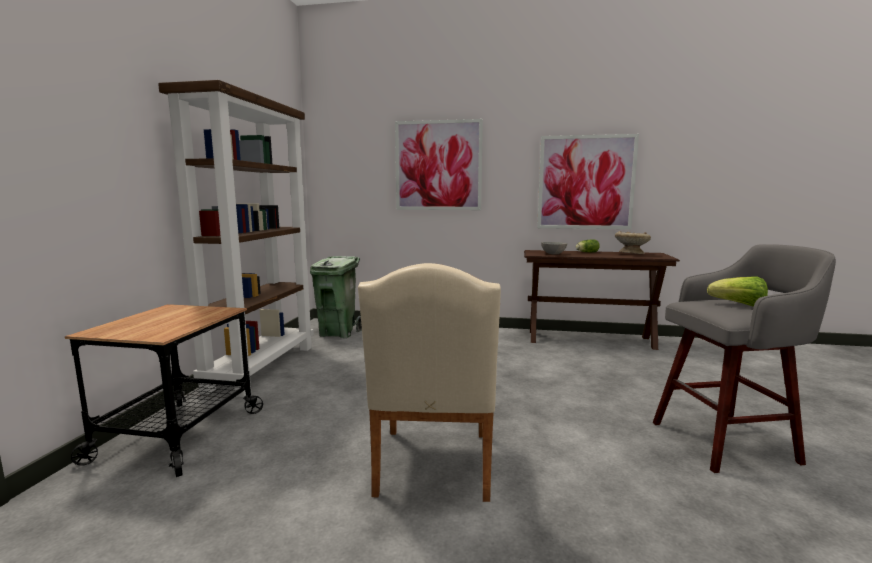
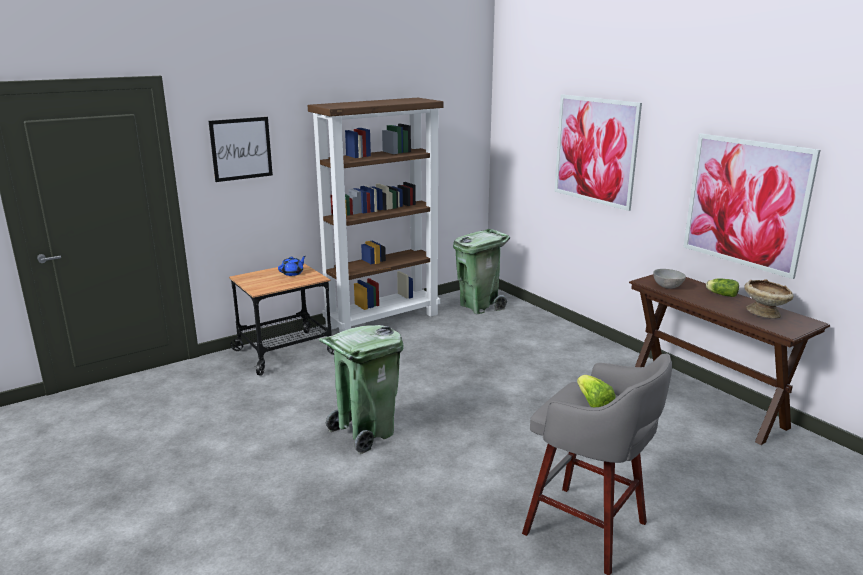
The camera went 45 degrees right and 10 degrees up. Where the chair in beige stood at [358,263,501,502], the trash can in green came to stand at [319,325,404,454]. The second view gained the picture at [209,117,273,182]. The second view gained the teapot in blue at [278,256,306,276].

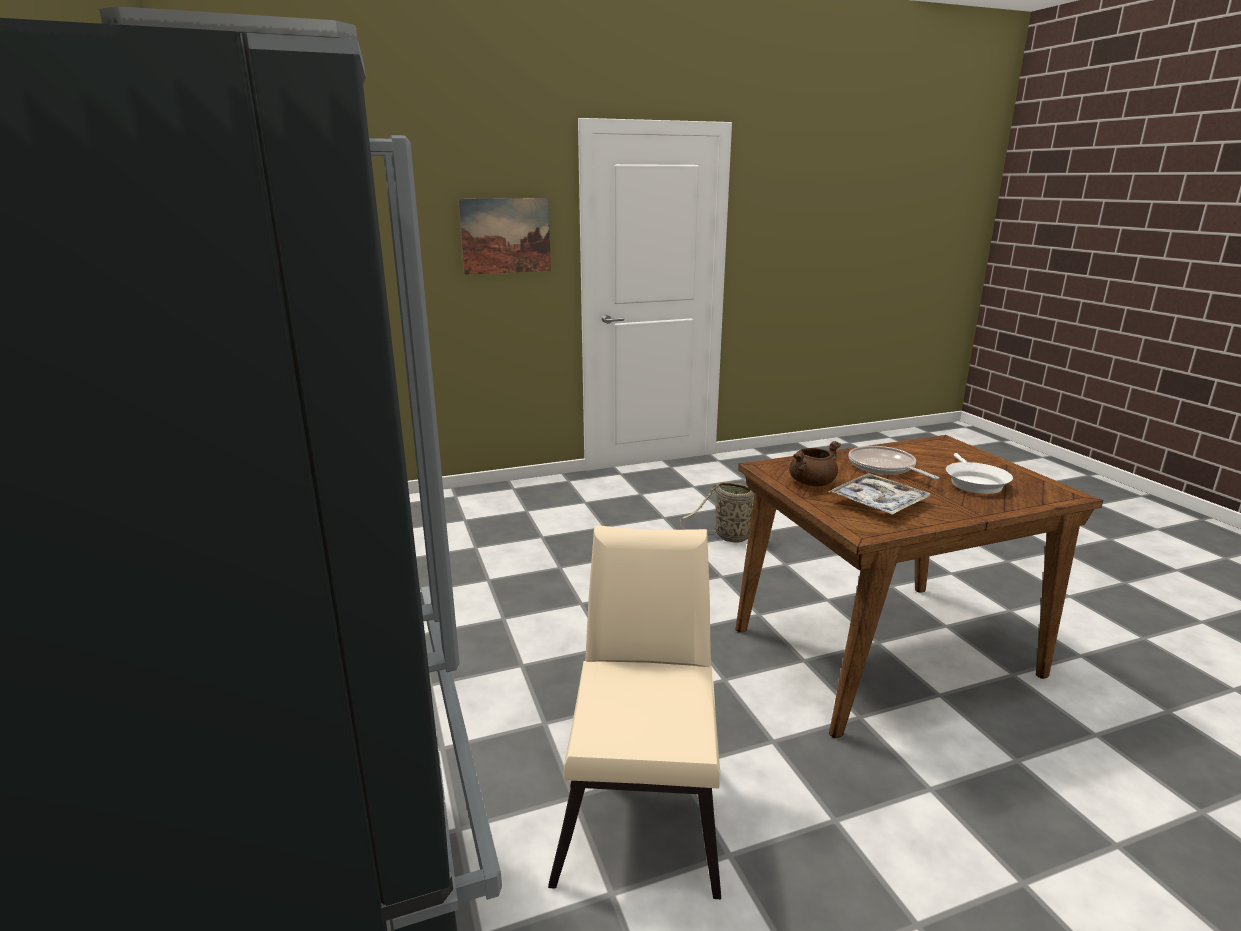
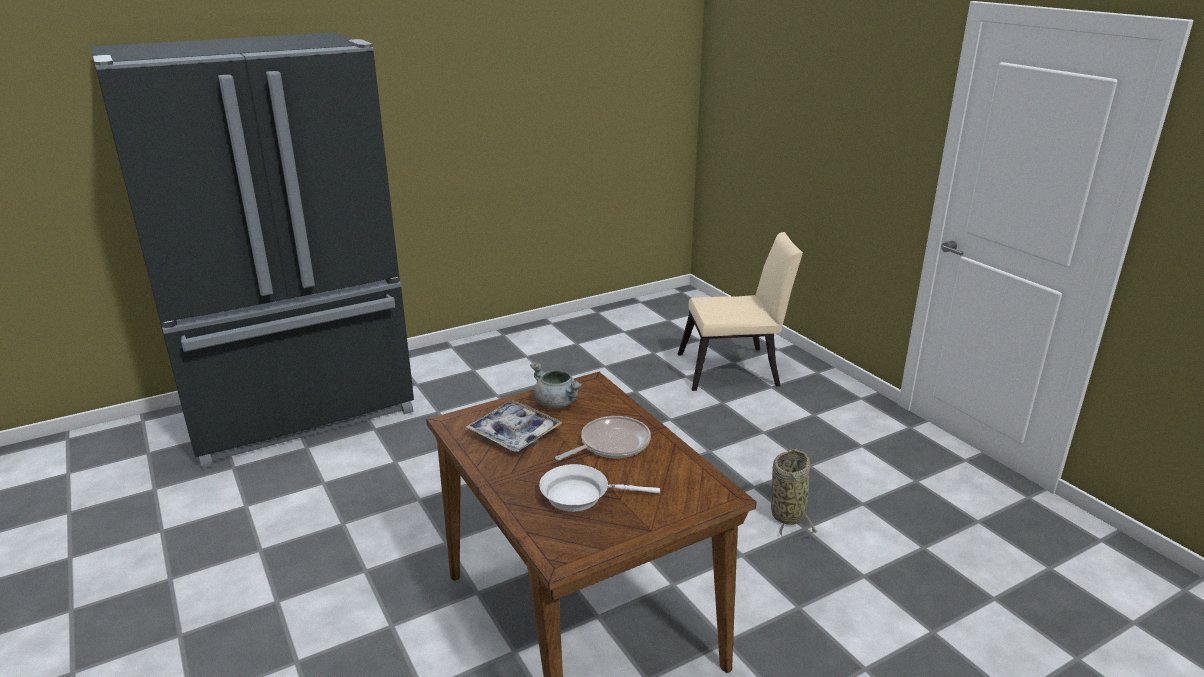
The camera went 80 degrees right and 5 degrees up. The second view lost the picture at [459,198,551,275]. The chair in beige ended up elsewhere, having gone from [548,525,721,899] to [678,232,803,391]. What was the cooking pot in brown at [789,441,841,486] turned into the cooking pot in grey at [530,362,582,409].

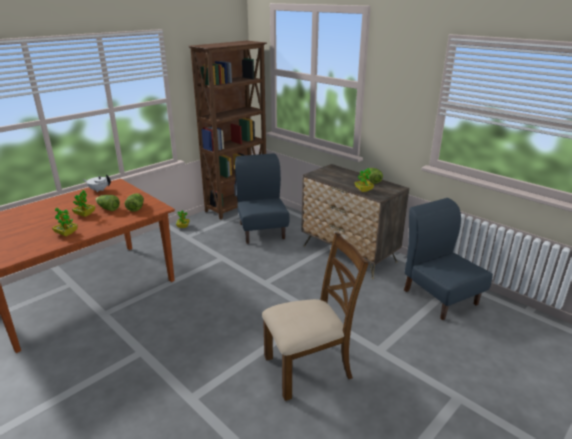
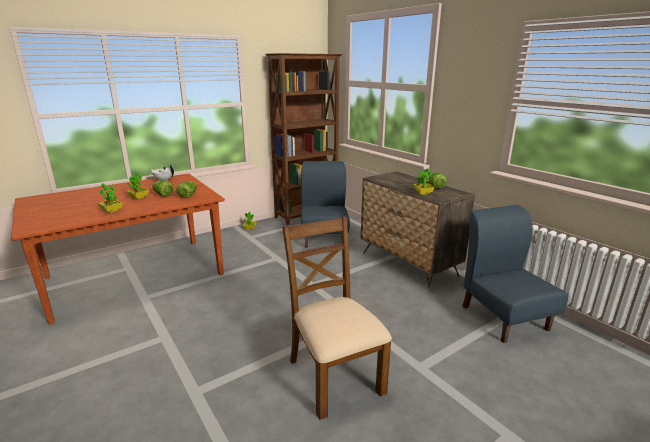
The camera went 10 degrees right and 5 degrees down. The chair in brown at [262,232,369,401] ended up facing another way, 105 degrees counterclockwise from before.

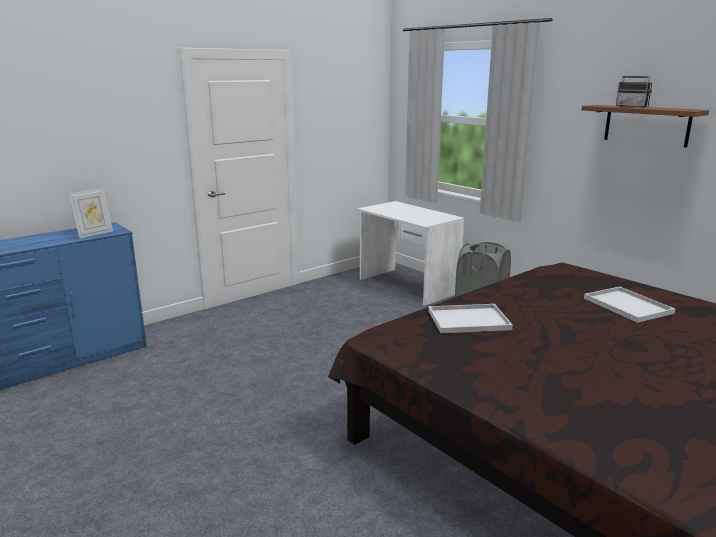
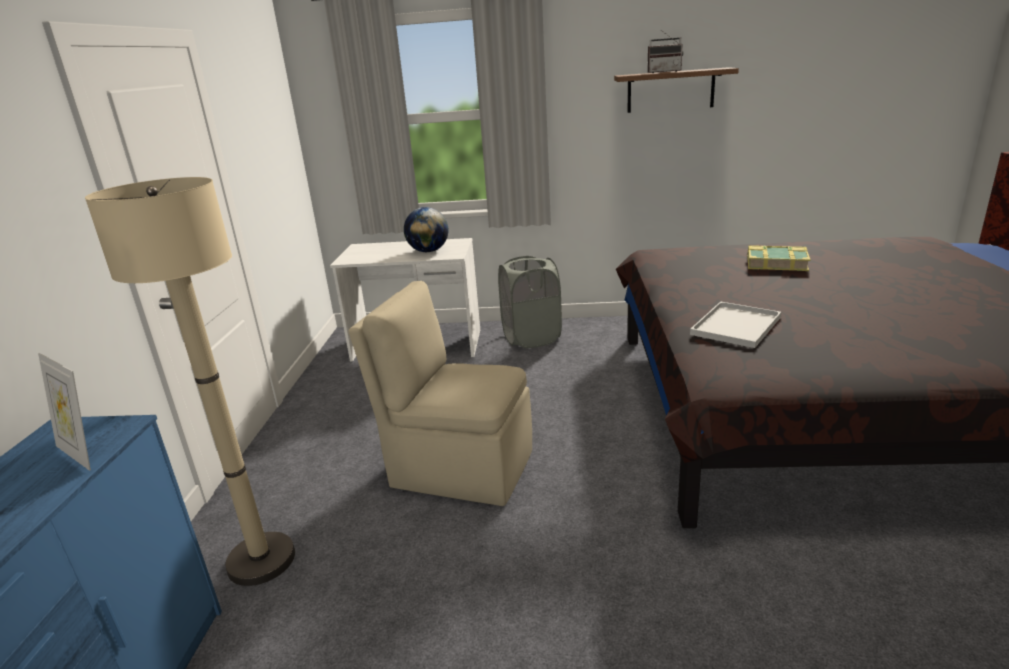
The camera went 45 degrees left and 5 degrees up. The picture frame at [69,188,113,239] ended up facing another way, 135 degrees clockwise from before. Where the tray in white stood at [584,287,675,323], the book came to stand at [747,245,811,271]. The second view gained the floor lamp in beige at [85,177,295,586]. The second view gained the chair in beige at [348,281,532,506]. The second view gained the globe at [404,207,448,252].

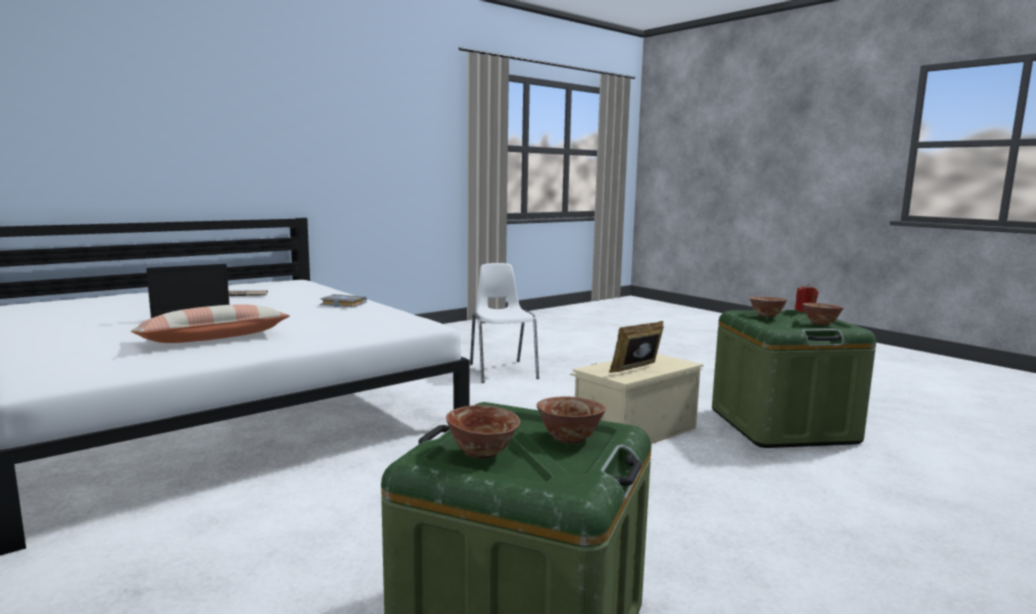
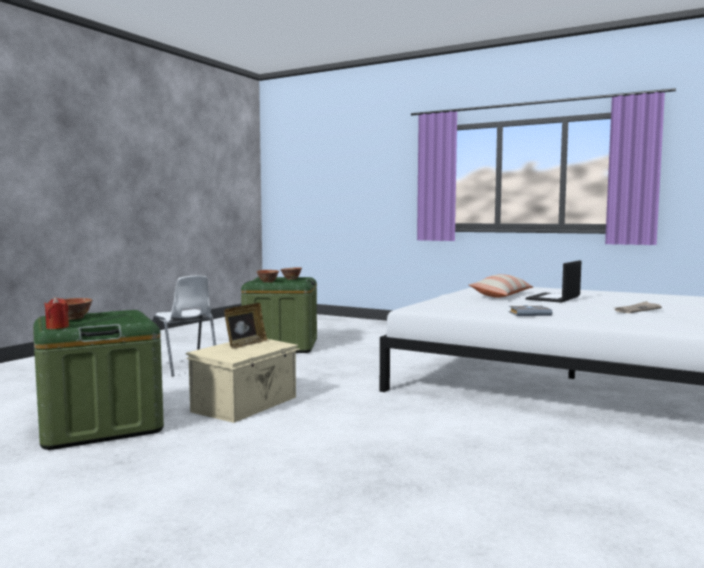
The camera went 160 degrees right and 5 degrees down. The chair in white ended up elsewhere, having gone from [470,263,539,383] to [153,276,216,377]. The second view lost the bowl at [749,296,787,317].

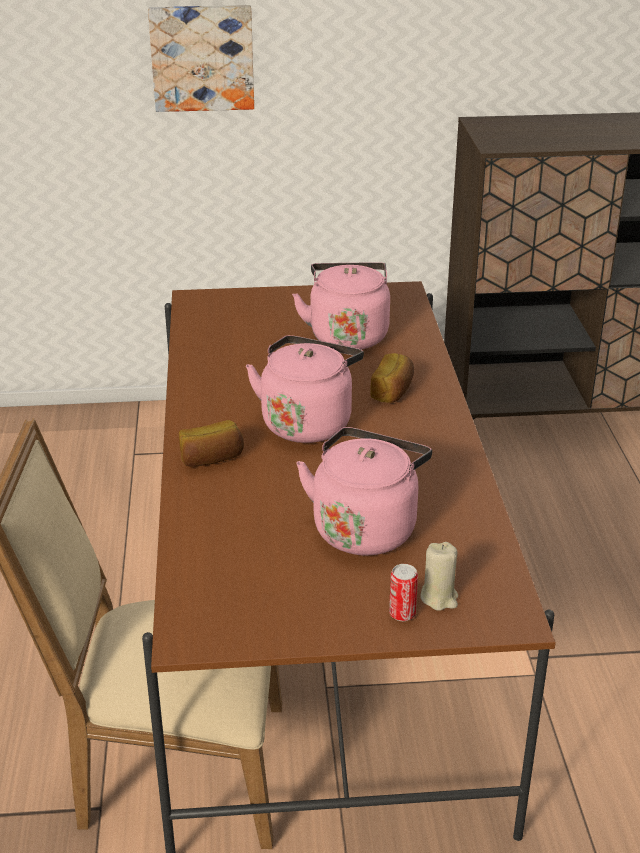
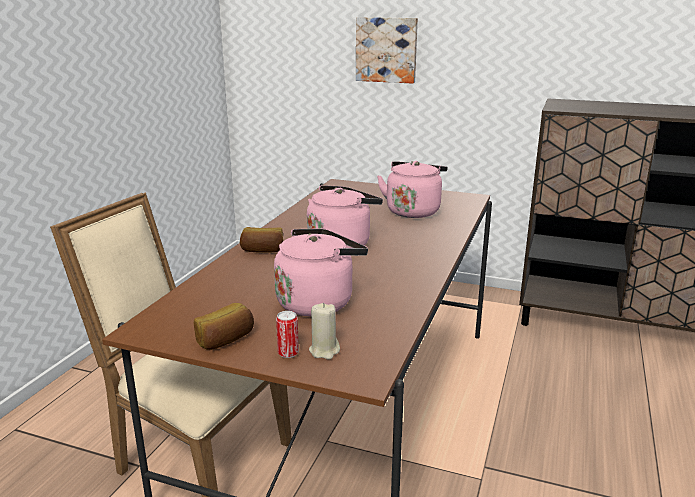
The camera went 25 degrees right and 10 degrees down. The bread ended up elsewhere, having gone from [370,353,414,403] to [194,303,254,350].

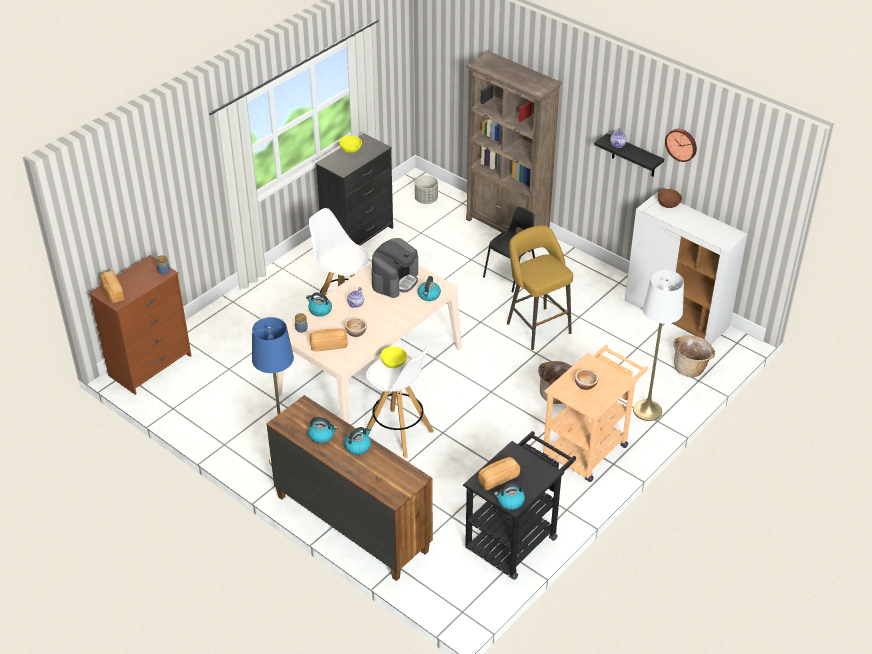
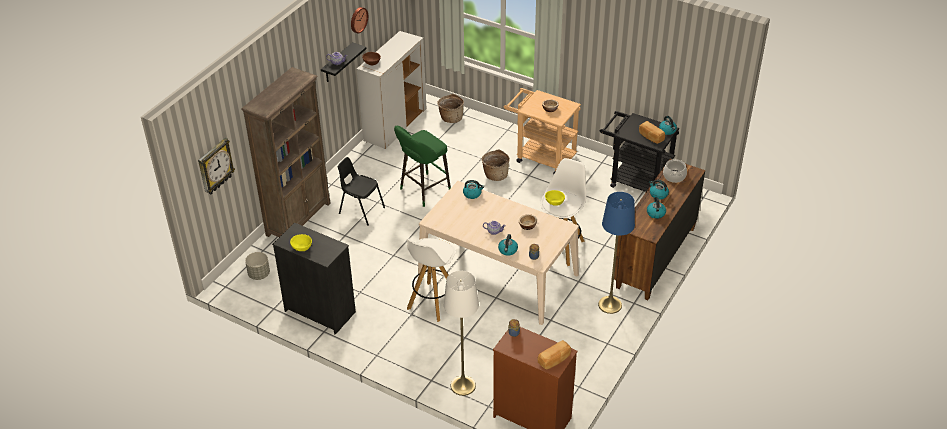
The camera went 100 degrees left and 0 degrees up. The second view lost the bread at [310,329,348,351]. The second view lost the coffee machine at [371,238,418,298]. What was the stool in yellow at [507,225,573,350] turned into the stool in green at [394,126,451,207]. The floor lamp in white ended up elsewhere, having gone from [633,270,684,421] to [444,271,479,396]. The second view gained the wall clock at [198,138,235,194]. The second view gained the cooking pot at [663,159,687,183].

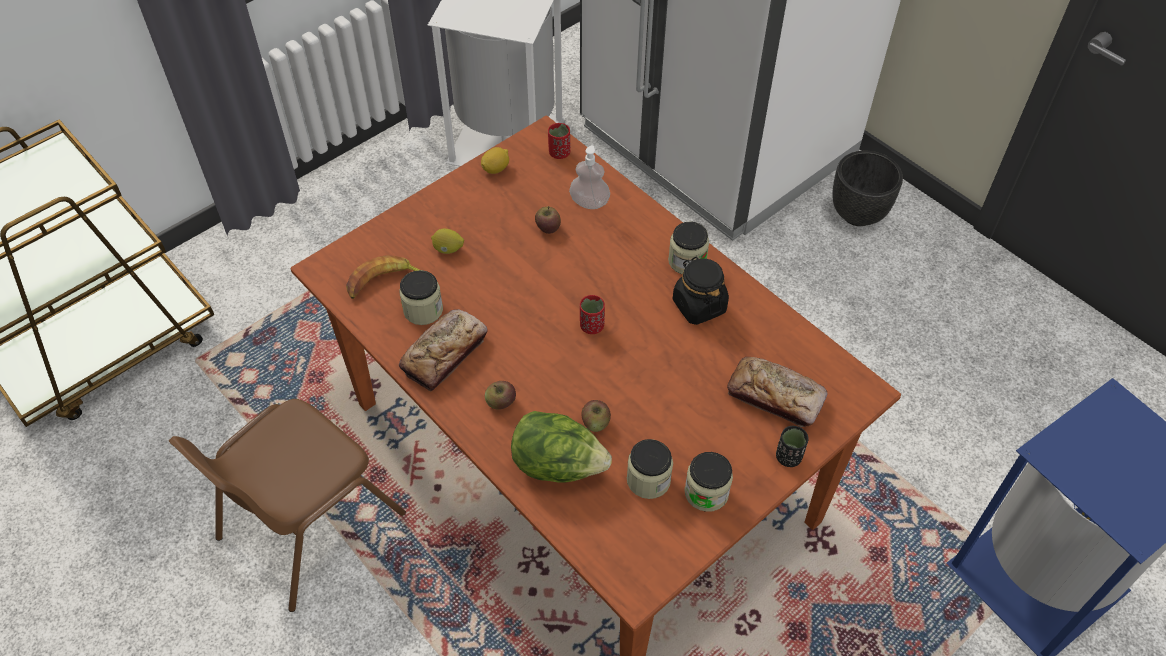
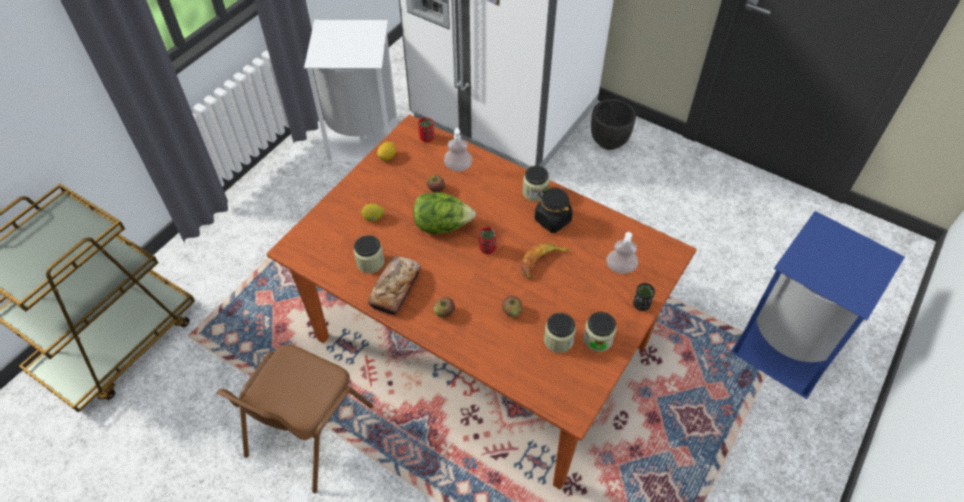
The camera went 15 degrees left and 0 degrees up. The banana ended up elsewhere, having gone from [346,255,420,299] to [522,243,570,279]. The lettuce ended up elsewhere, having gone from [511,411,612,483] to [413,192,476,234]. Where the bread stood at [727,357,828,427], the soap dispenser came to stand at [606,232,638,274].

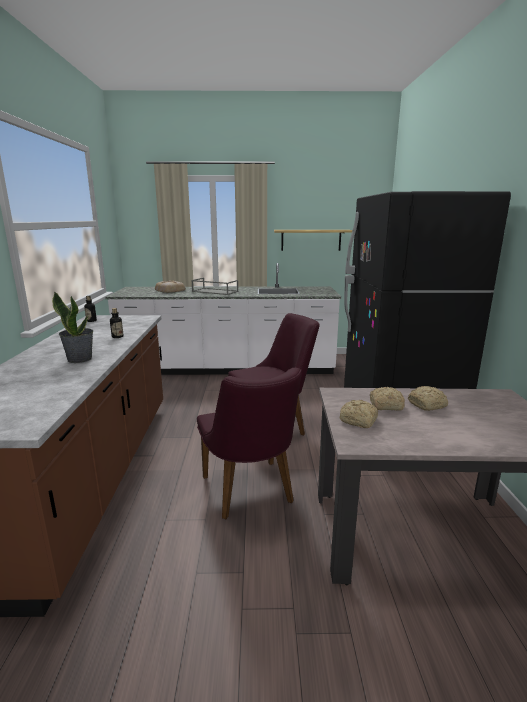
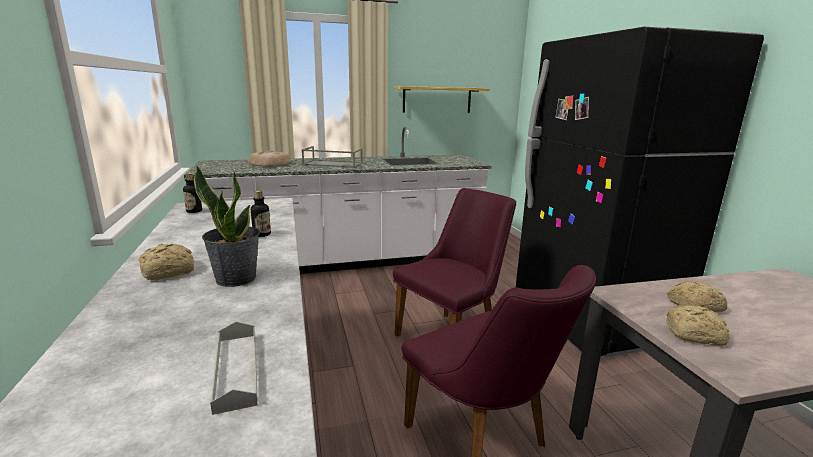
The camera went 15 degrees left and 0 degrees up. The bread ended up elsewhere, having gone from [408,386,448,411] to [139,244,194,280]. The second view gained the tray in grey at [210,322,258,415].

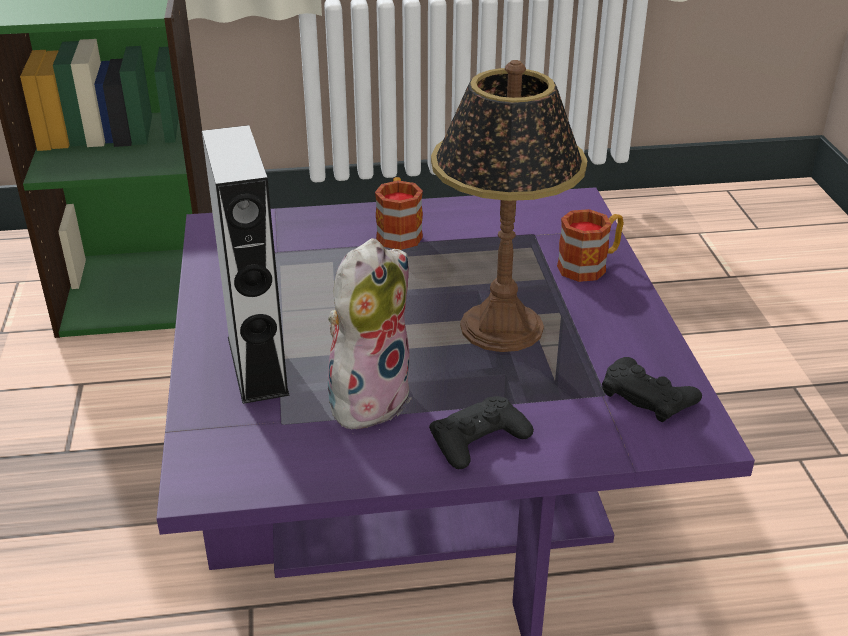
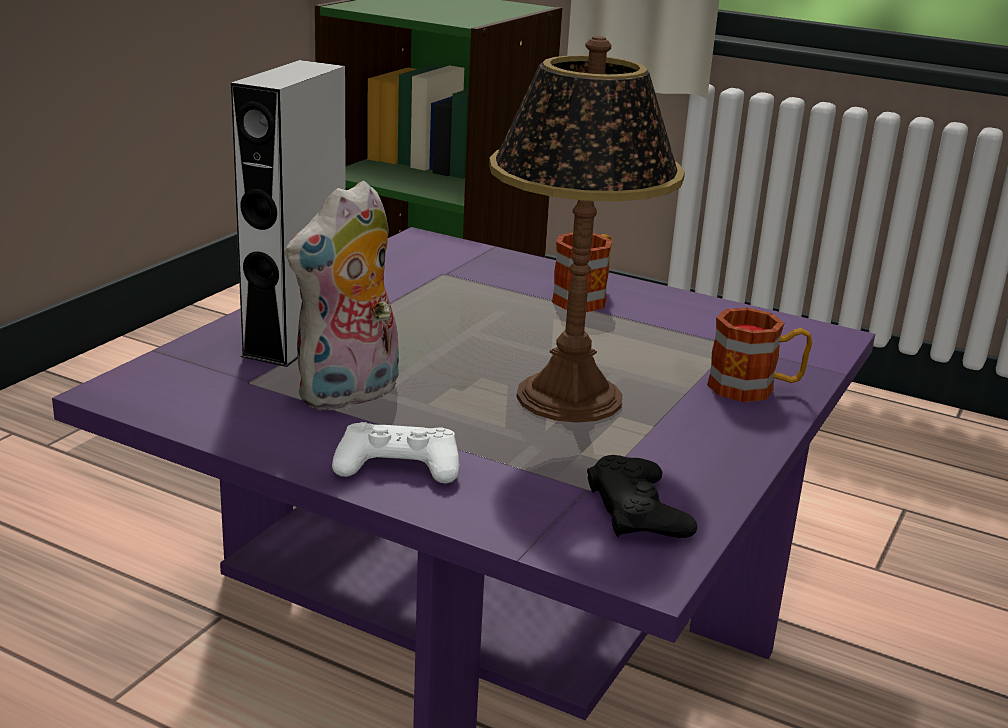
The camera went 35 degrees right and 10 degrees down. The plush toy at [328,238,412,430] ended up facing another way, 150 degrees clockwise from before. What was the game controller in black at [429,396,534,469] turned into the game controller in white at [332,422,459,484].

